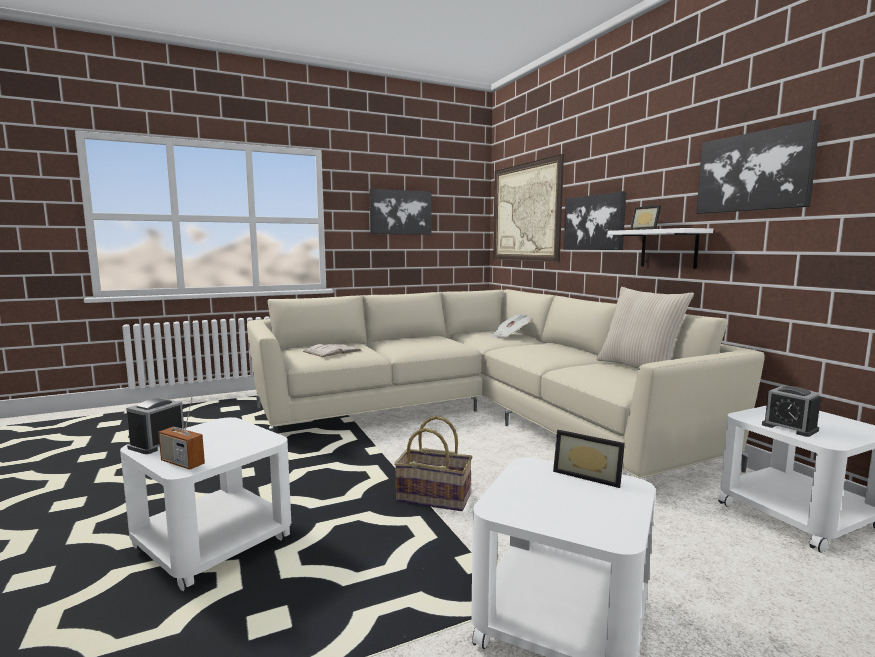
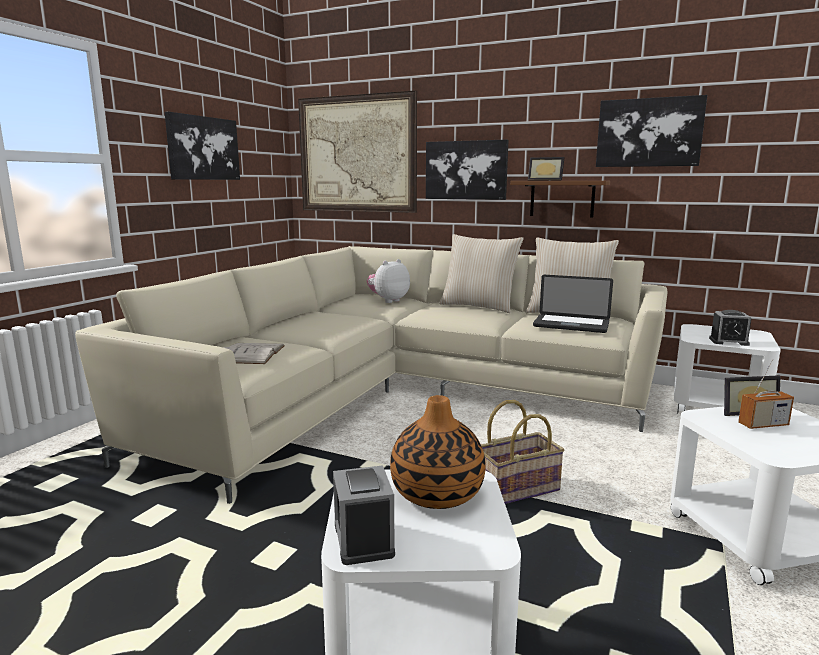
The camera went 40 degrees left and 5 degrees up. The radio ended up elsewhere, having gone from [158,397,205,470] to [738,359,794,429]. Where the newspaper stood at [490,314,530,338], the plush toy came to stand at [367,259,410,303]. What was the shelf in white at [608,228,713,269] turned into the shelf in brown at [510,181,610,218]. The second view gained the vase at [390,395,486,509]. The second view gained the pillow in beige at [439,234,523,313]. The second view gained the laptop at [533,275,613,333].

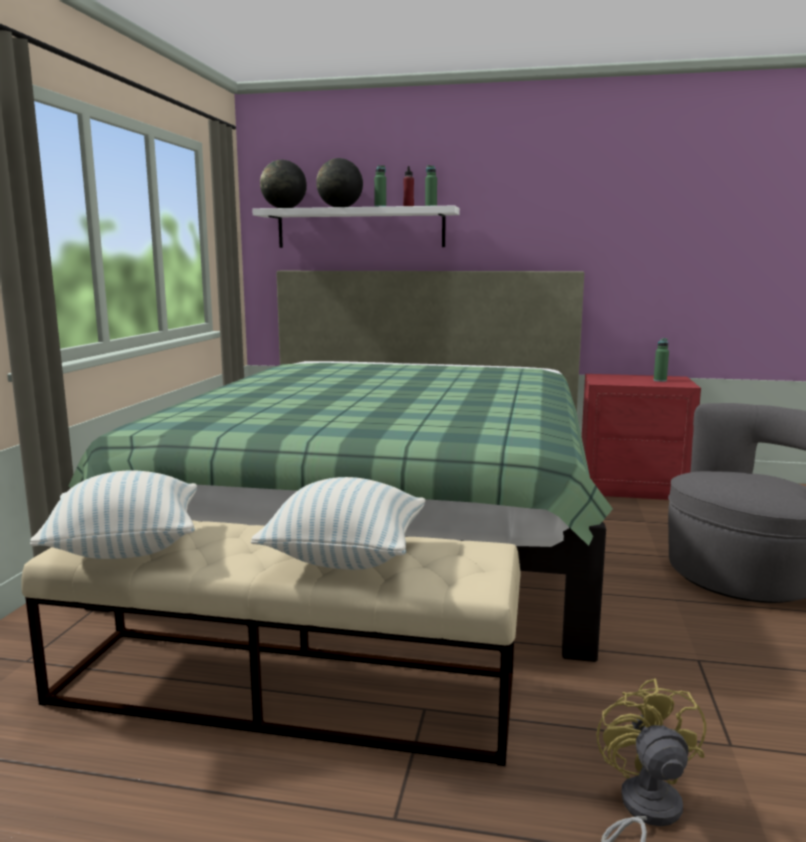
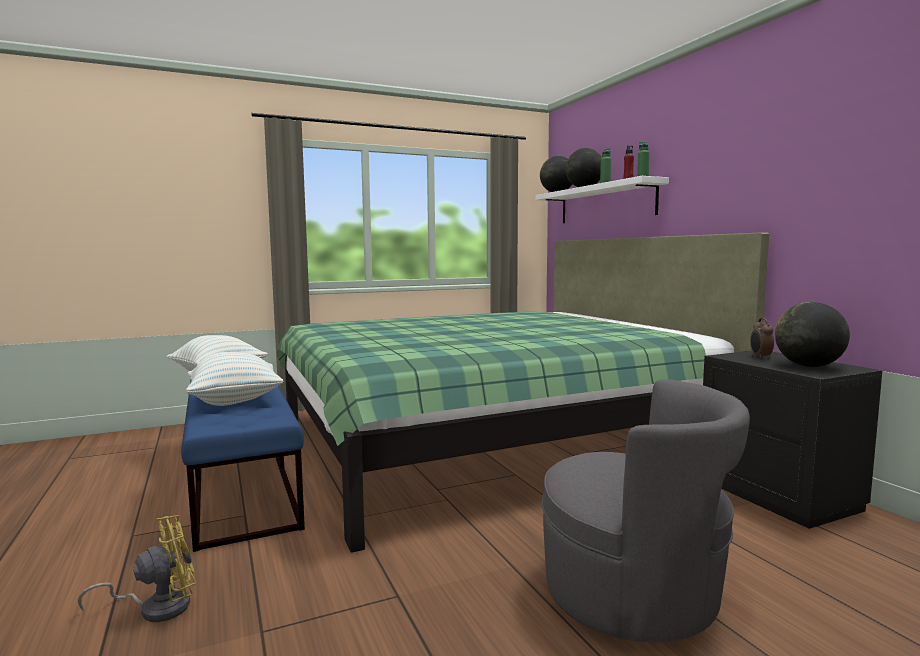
The camera went 55 degrees right and 5 degrees down. What was the bench in beige at [22,520,521,766] turned into the bench in blue at [181,381,305,552]. What was the nightstand in red at [582,374,701,500] turned into the nightstand in black at [703,351,882,529]. Where the bottle in green stood at [654,338,669,382], the globe came to stand at [775,302,850,367]. The second view gained the alarm clock at [750,318,774,359].

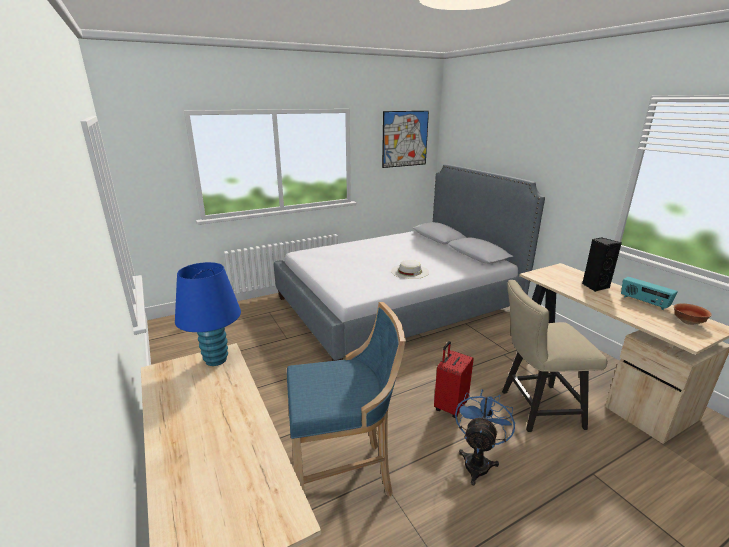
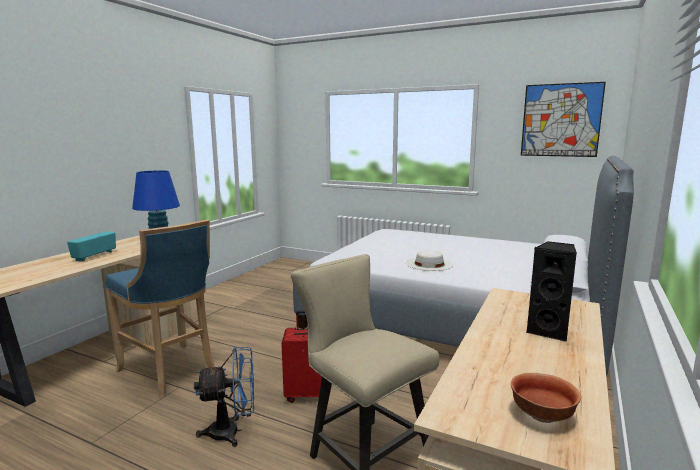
The camera went 55 degrees right and 10 degrees down. The radio ended up elsewhere, having gone from [621,277,678,310] to [67,231,116,261].

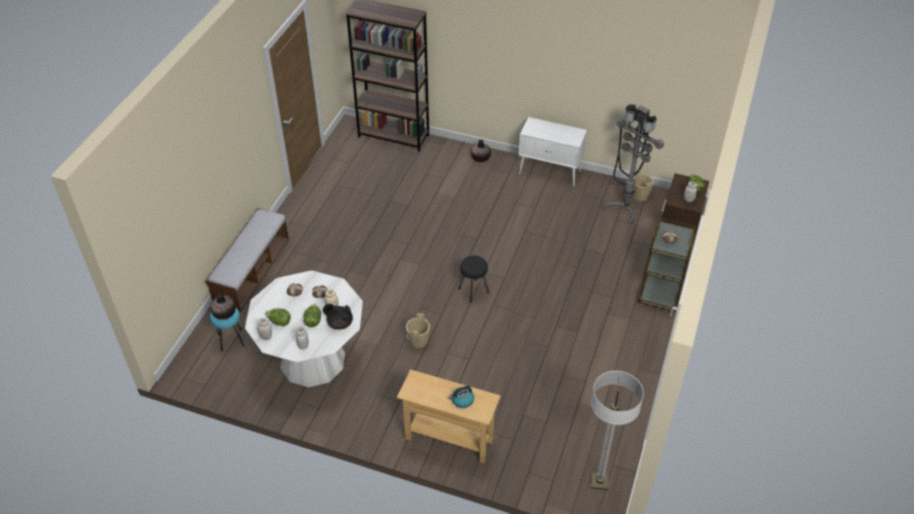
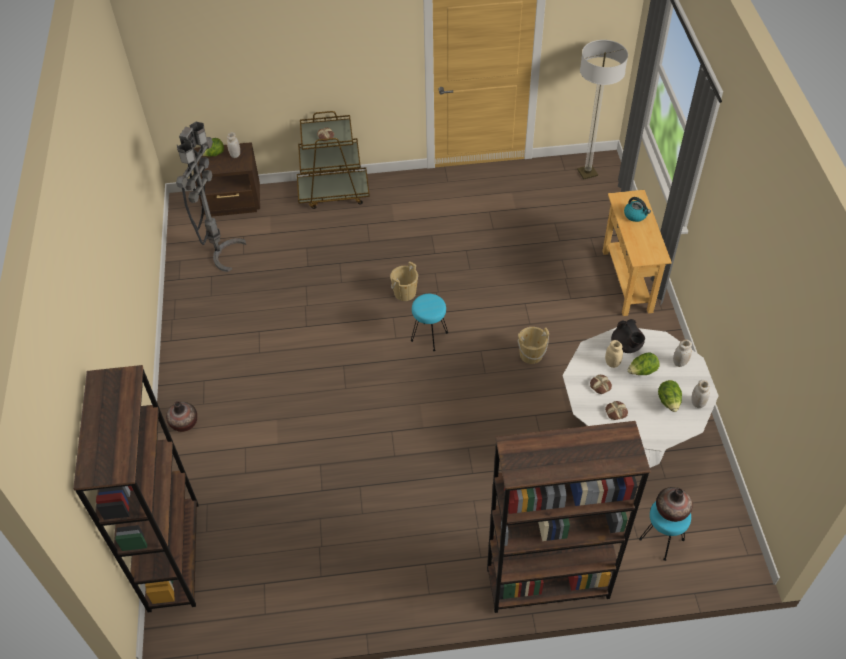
The camera went 115 degrees left and 5 degrees up. Where the bench stood at [206,208,290,312], the bookcase in brown came to stand at [487,421,651,613]. What was the stool in black at [458,256,489,302] turned into the stool in turquoise at [411,294,448,351]. The second view lost the cabinet in white at [519,117,587,187]. The bucket in beige ended up elsewhere, having gone from [633,170,654,201] to [390,261,418,301].

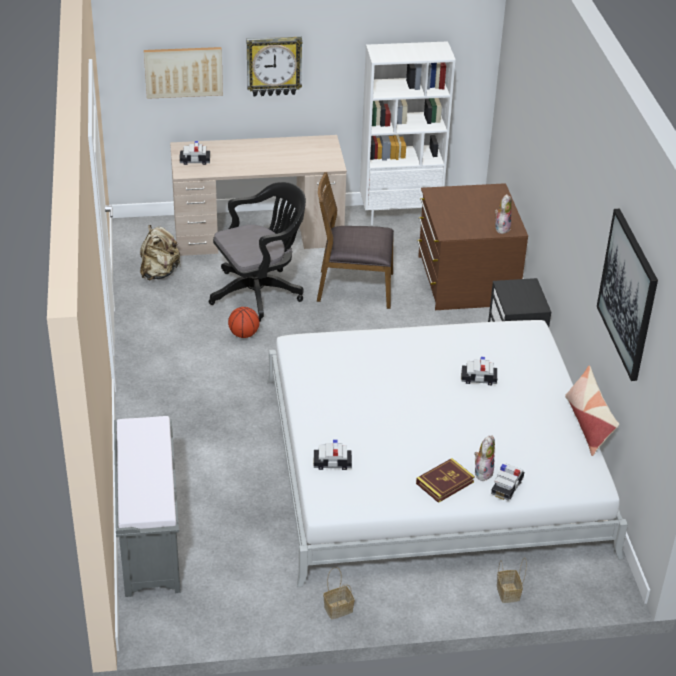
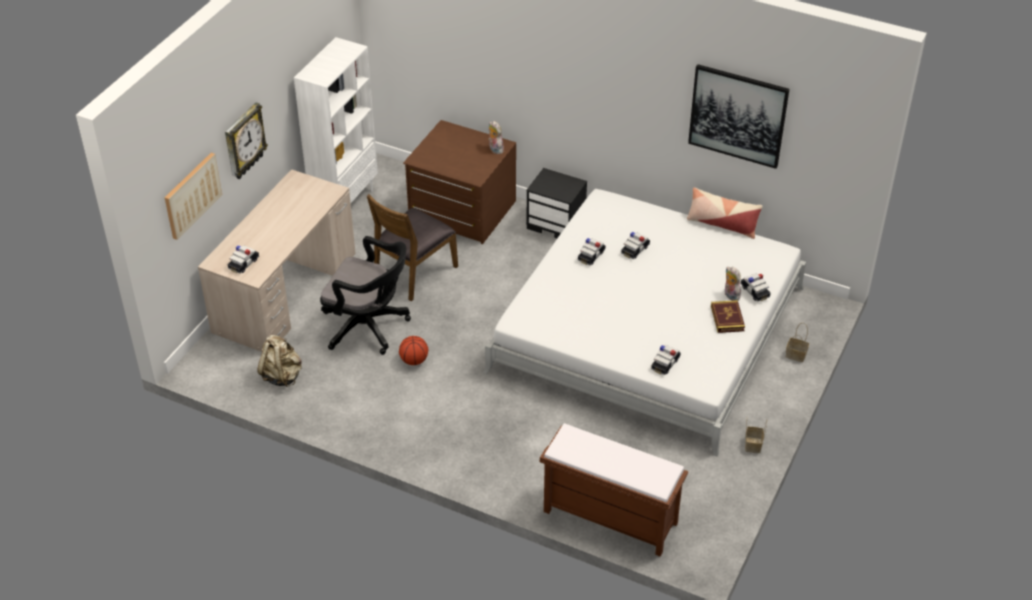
The camera went 55 degrees left and 5 degrees up. What was the bench in grey at [114,416,181,597] turned into the bench in brown at [539,423,688,557]. The office chair in black at [209,182,306,322] ended up facing another way, 105 degrees clockwise from before. The second view gained the toy car at [578,238,605,265].

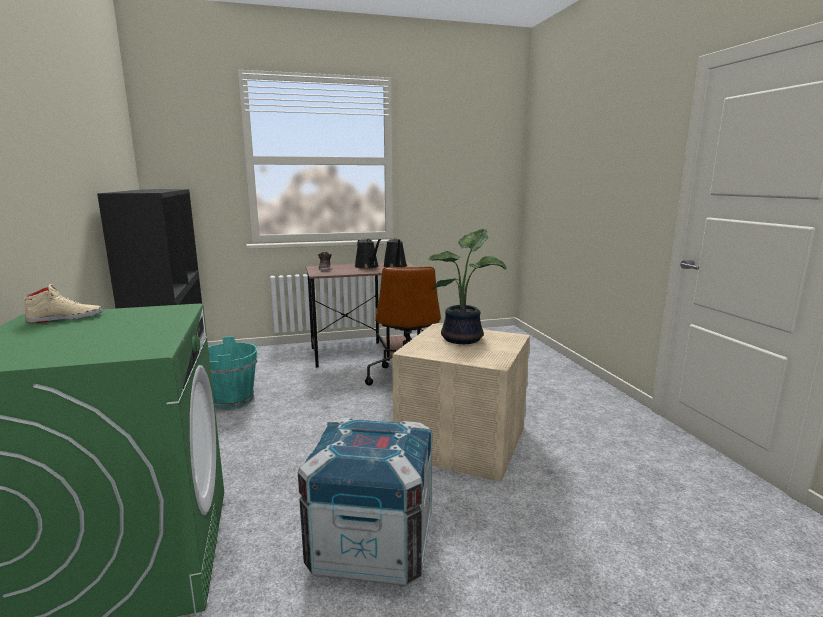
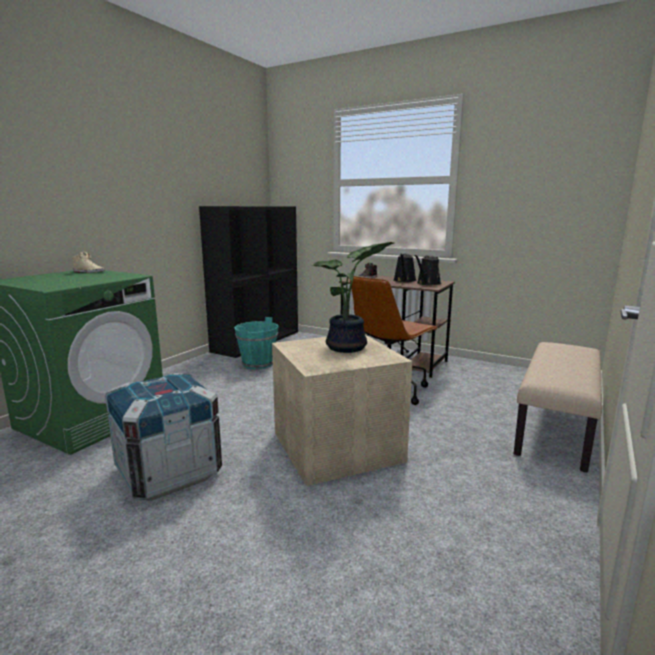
The camera went 45 degrees right and 0 degrees up. The second view gained the bench in beige at [514,342,602,473].

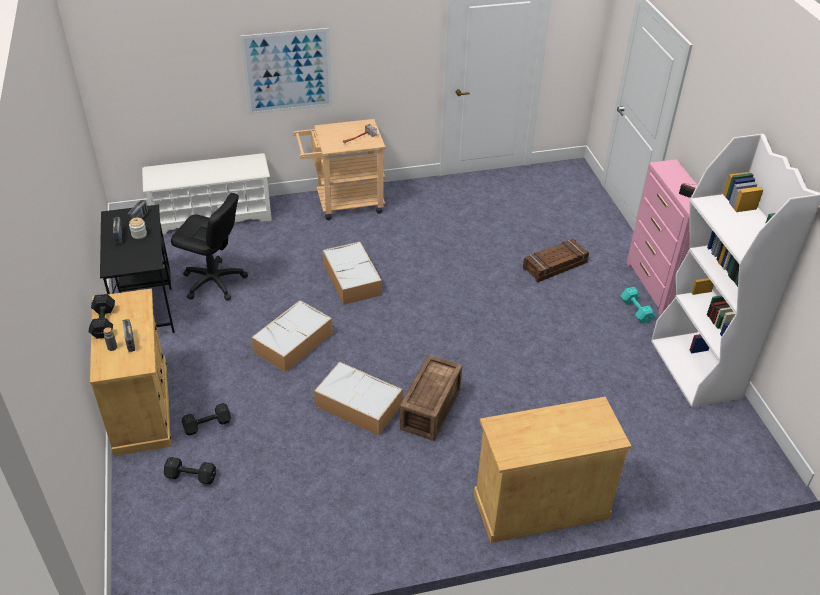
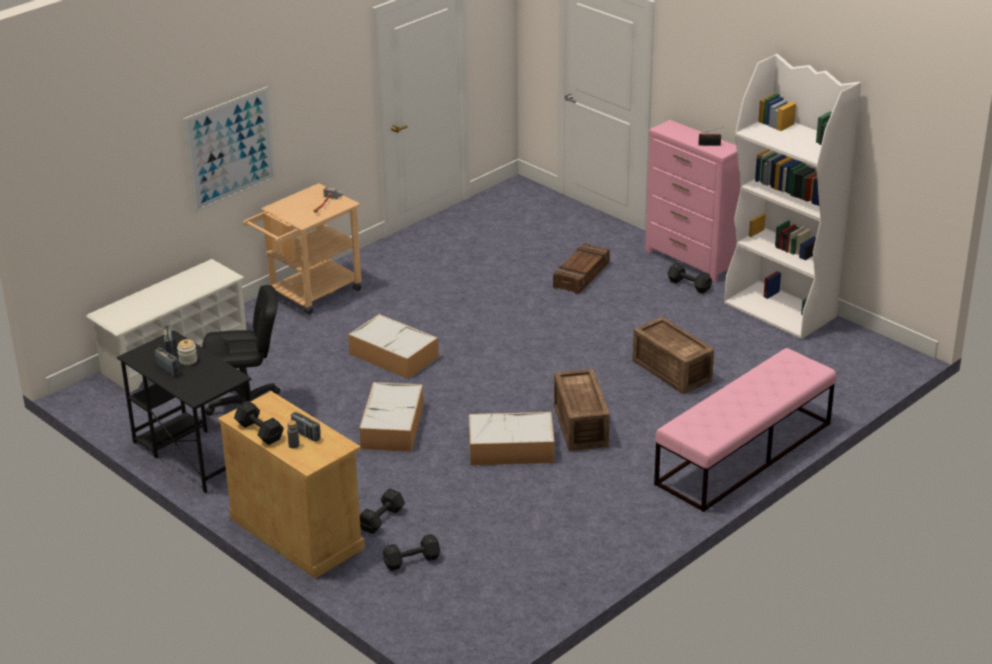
The camera went 30 degrees left and 10 degrees down. Where the cabinet in beige stood at [474,397,632,543], the bench in pink came to stand at [654,348,836,512]. What was the dumbbell in turquoise at [621,287,655,324] turned into the dumbbell in black at [668,262,712,294]. The second view gained the crate at [633,317,714,394].

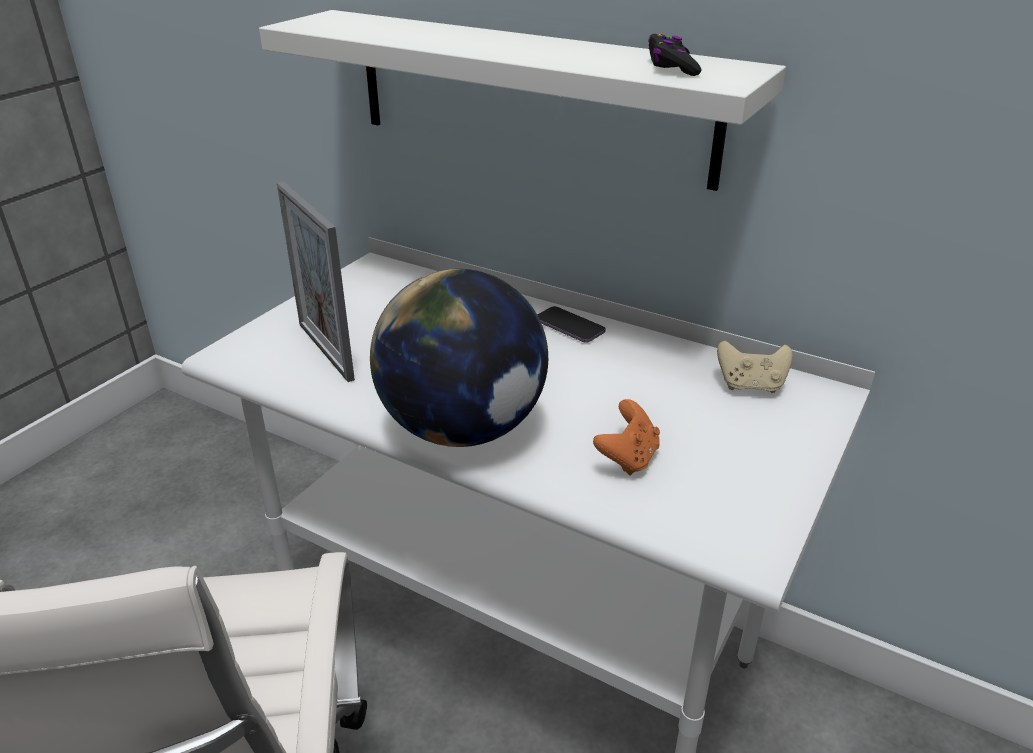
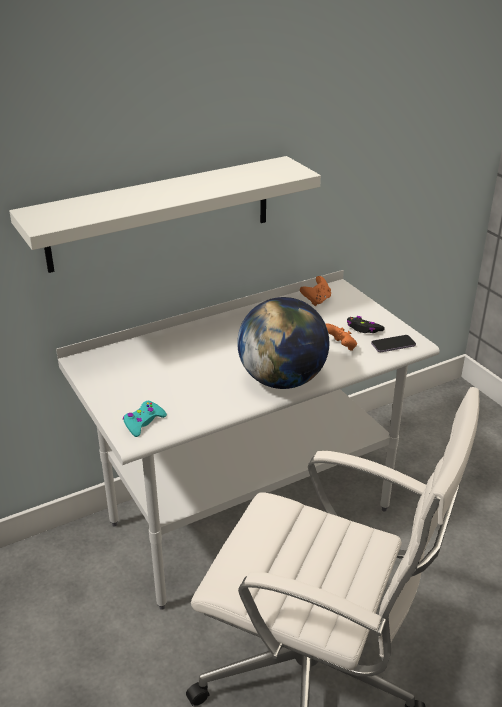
The camera went 60 degrees left and 0 degrees up. The second view lost the picture frame at [277,182,355,382]. The phone ended up elsewhere, having gone from [537,306,606,343] to [371,335,416,352]. The game controller in black ended up elsewhere, having gone from [648,34,702,76] to [347,316,385,333]. What was the game controller in beige at [717,341,793,393] turned into the game controller in orange at [300,276,331,306]. The second view gained the game controller in turquoise at [123,401,167,437].

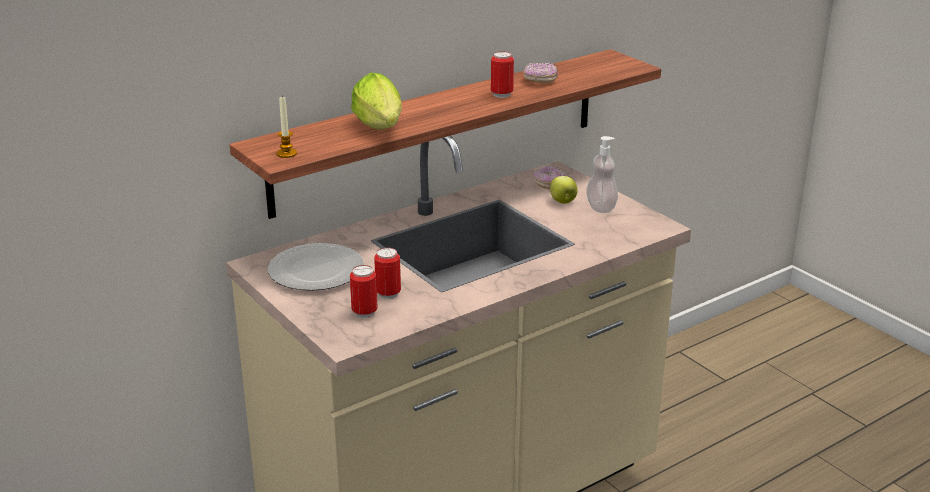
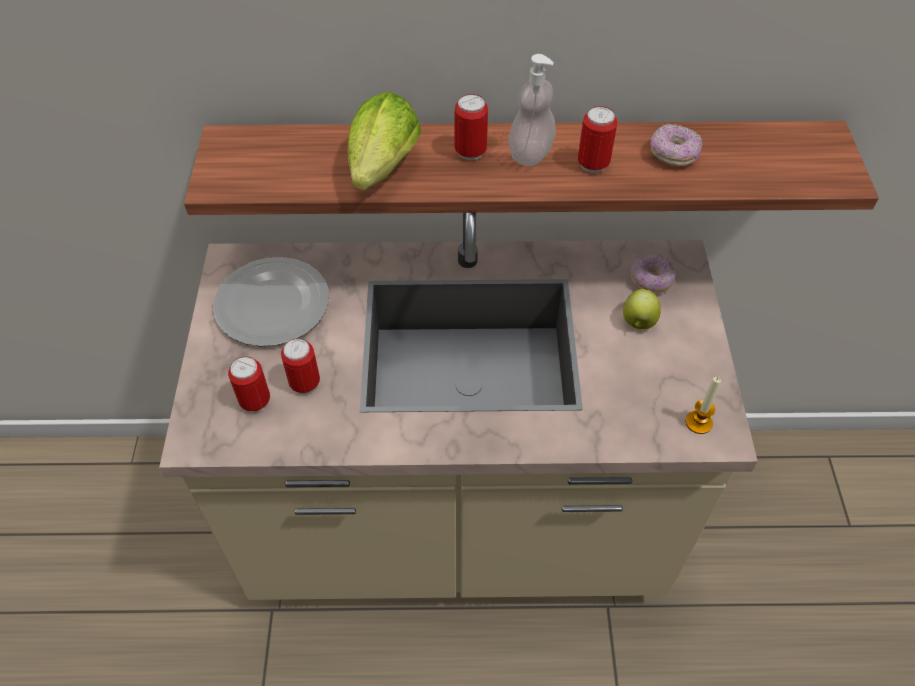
The camera went 35 degrees right and 25 degrees up. The candle ended up elsewhere, having gone from [276,97,297,158] to [686,377,721,434]. The soap dispenser ended up elsewhere, having gone from [586,136,618,213] to [508,54,556,166]. The second view gained the can at [454,94,488,160].

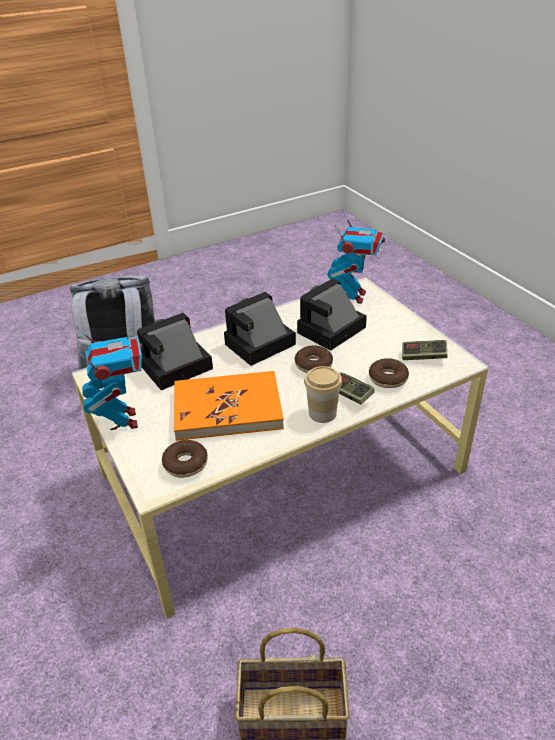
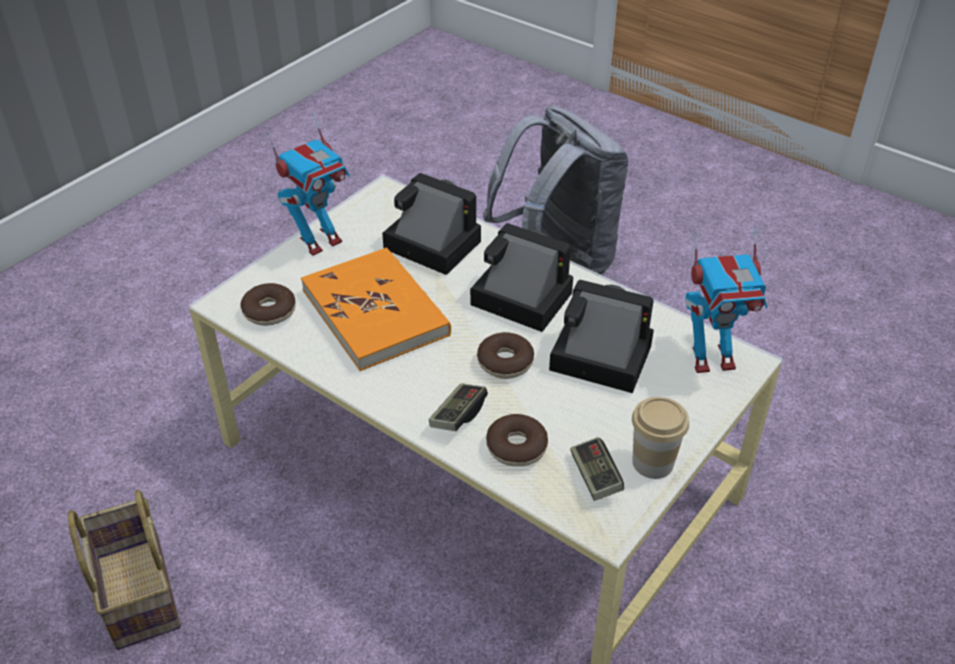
The camera went 65 degrees right and 5 degrees up. The cup ended up elsewhere, having gone from [304,366,342,423] to [632,397,689,479].

